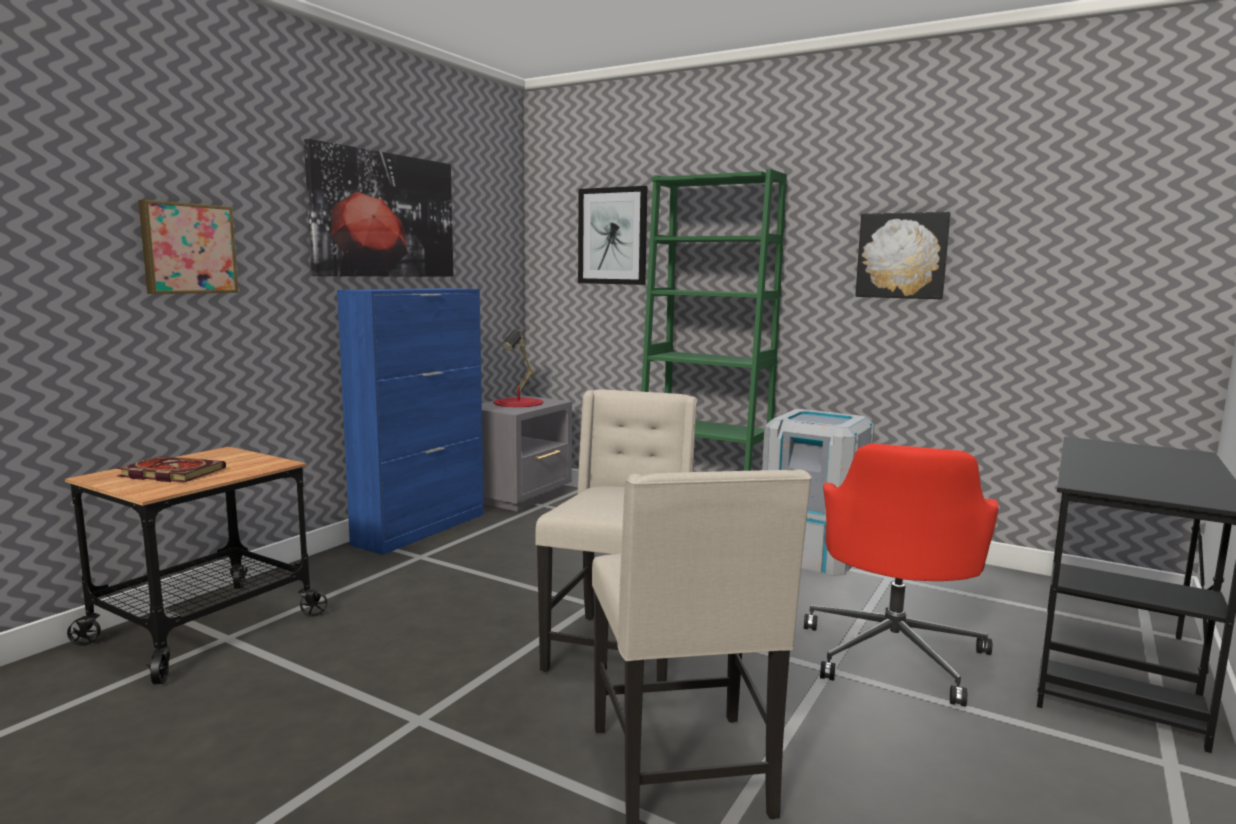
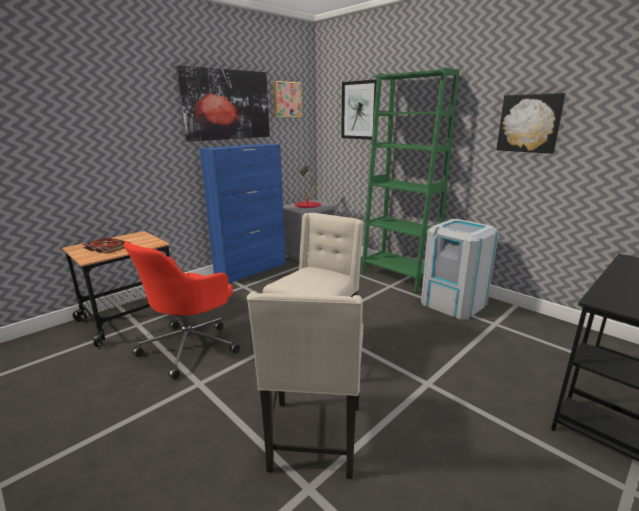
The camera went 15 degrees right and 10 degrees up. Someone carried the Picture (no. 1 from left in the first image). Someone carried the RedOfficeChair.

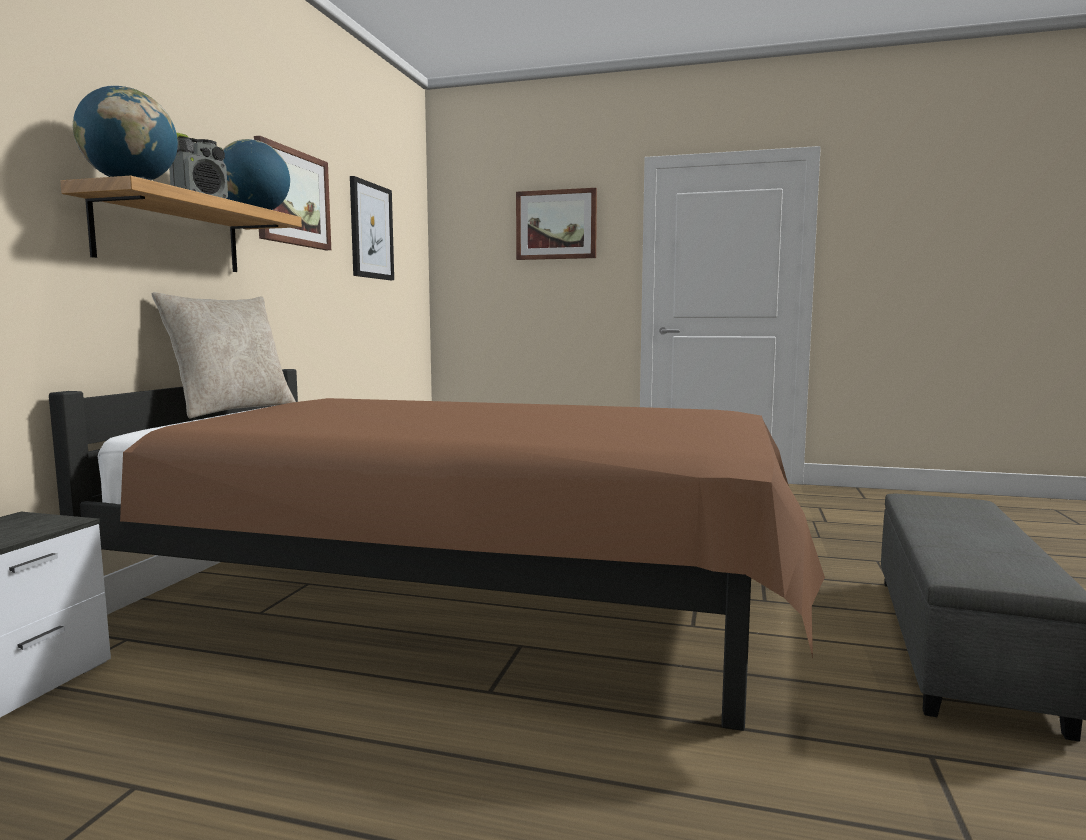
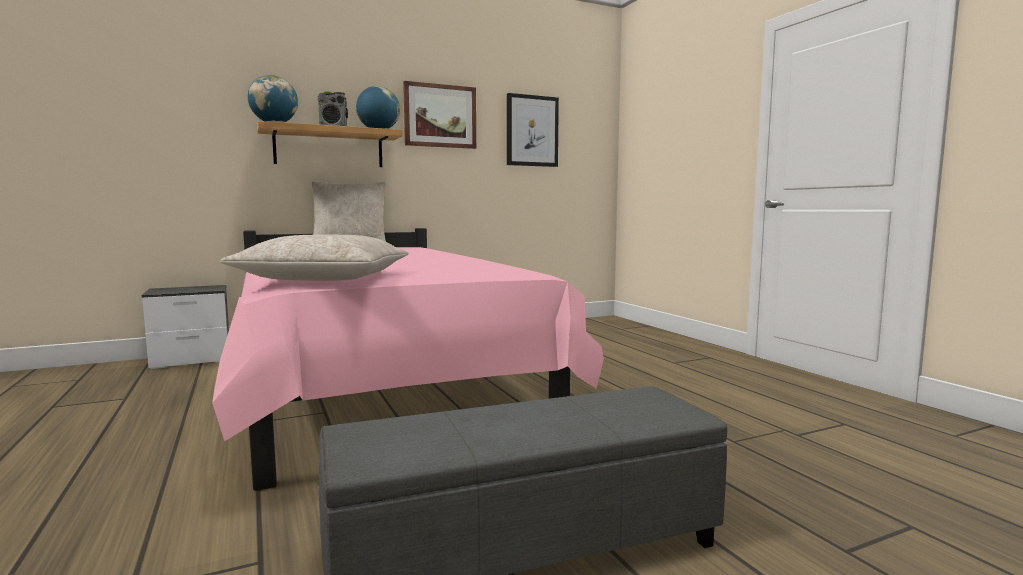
The camera went 50 degrees right and 0 degrees up. Someone took away the Picture (no. 3 from left). Someone repainted the BrownBed, which became the PinkBed. Someone put down the BeigePillow (no. 1 from left).

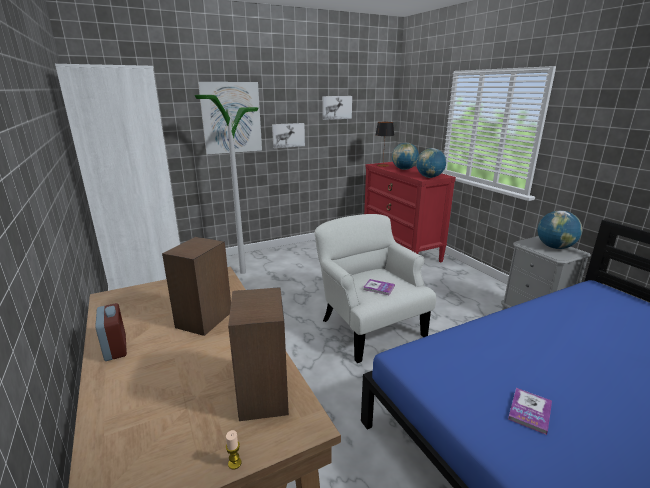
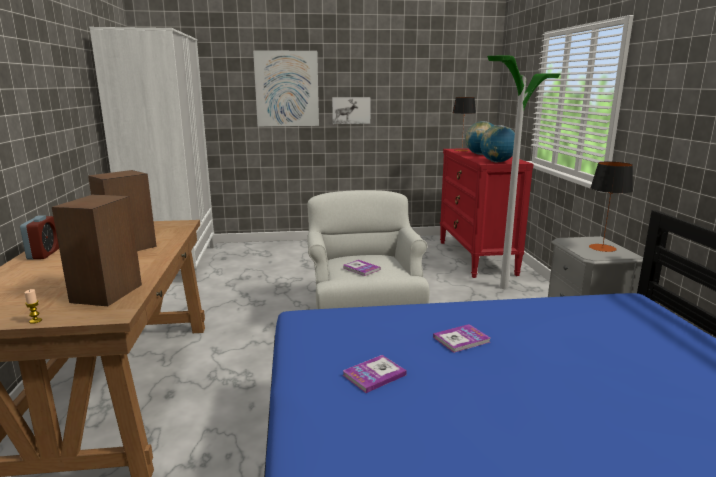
The camera went 20 degrees right and 5 degrees down. Someone carried the FloorLamp. Someone took away the Picture (no. 3 from left). Someone swapped the Globe (no. 3 from left) for the TableLamp (no. 2 from left). Someone put down the Book (no. 3 from left).

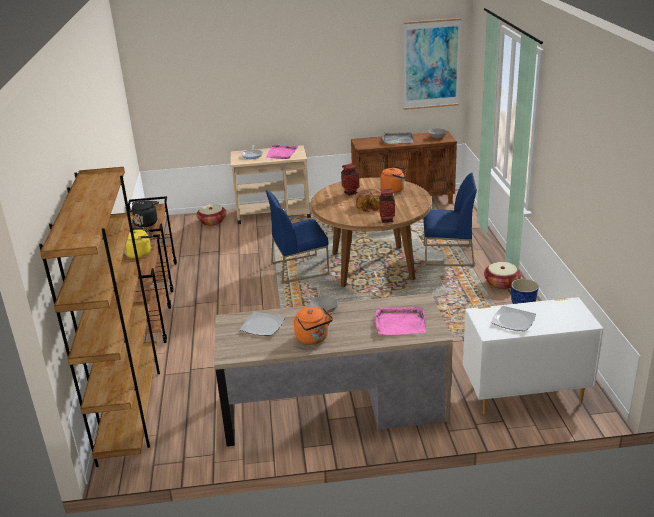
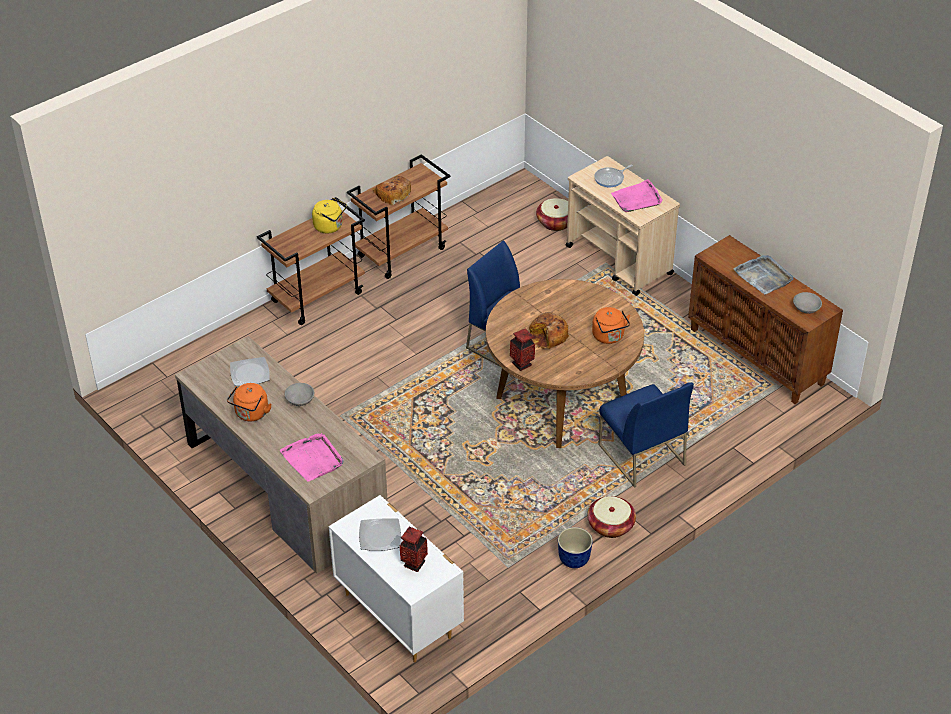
The camera went 55 degrees right and 15 degrees up. Someone took away the Picture. Someone carried the Vase (no. 1 from left). Someone took away the BrownBookcase. Someone swapped the BlackKettle for the Bread (no. 1 from left).

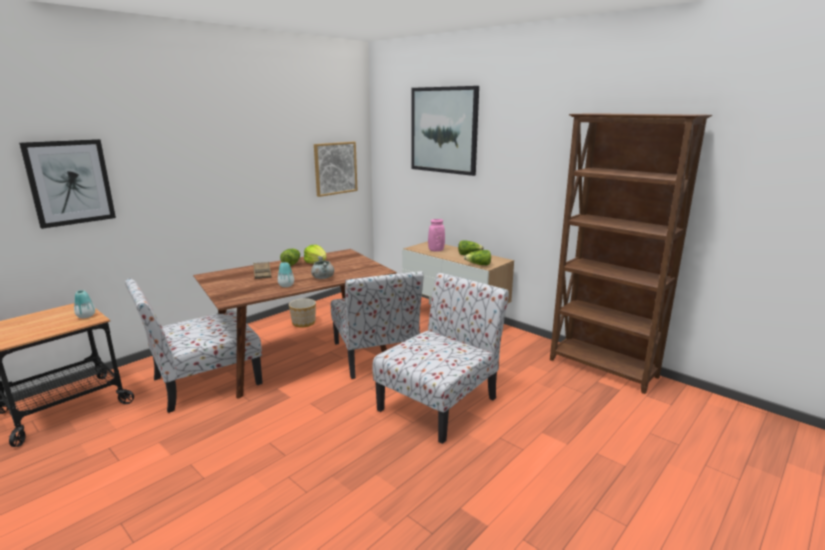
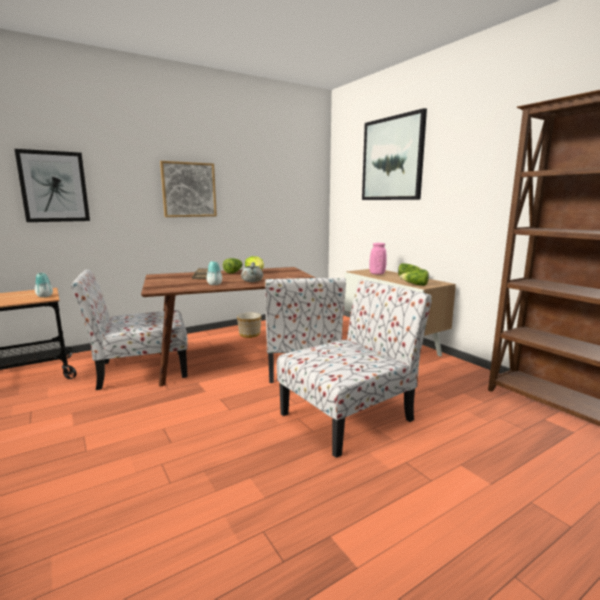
The camera went 15 degrees right and 5 degrees down. Someone carried the Picture (no. 2 from left).

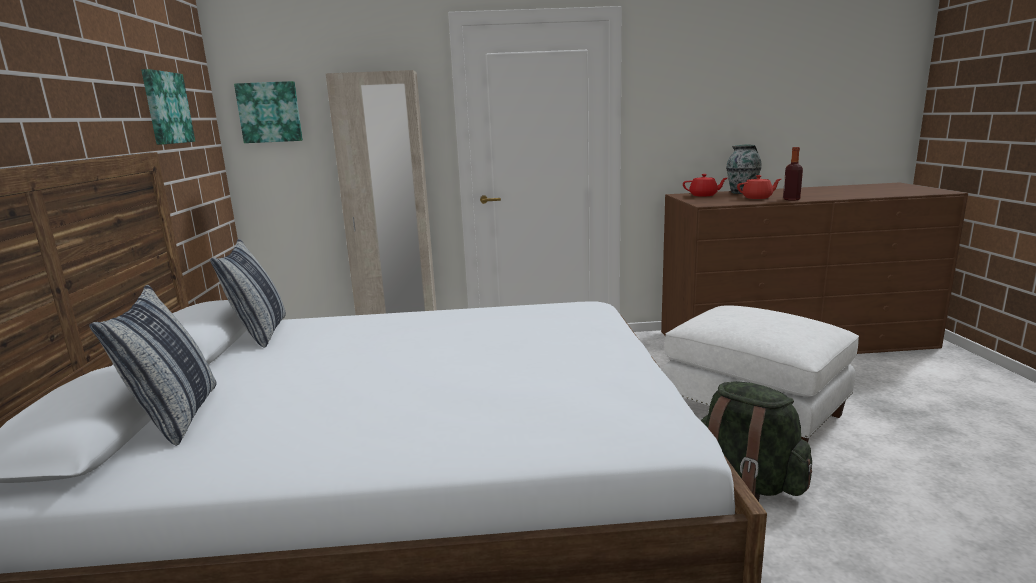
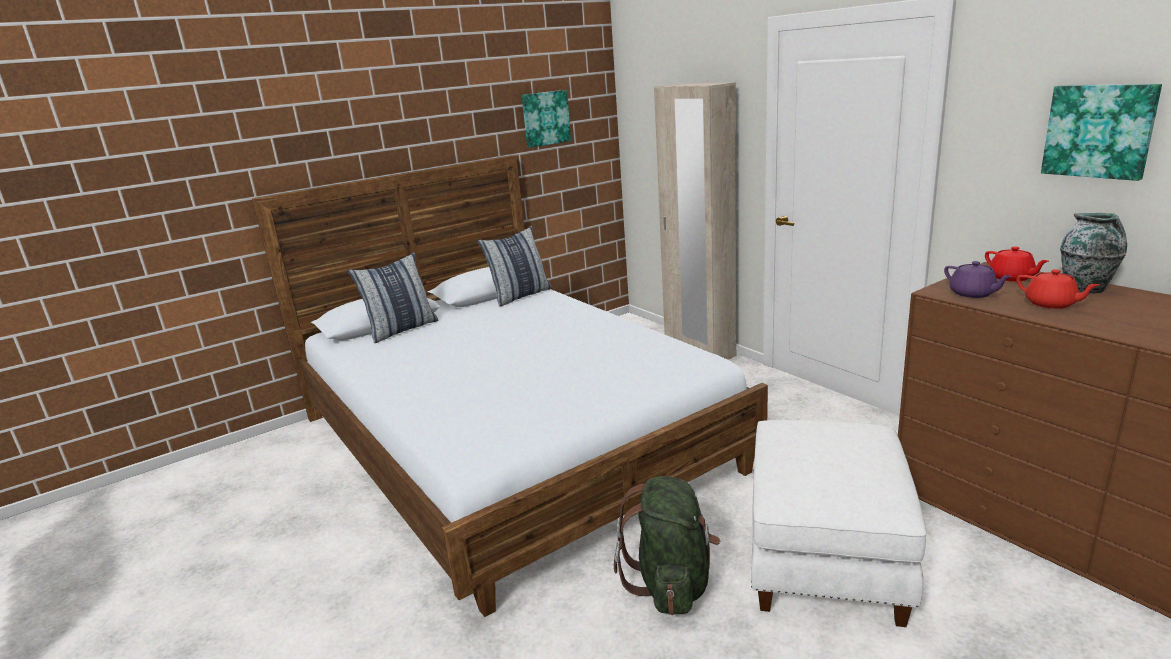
The camera went 60 degrees right and 5 degrees up. Someone carried the Picture (no. 2 from left). Someone took away the Bottle. Someone put down the PurpleTeapot.

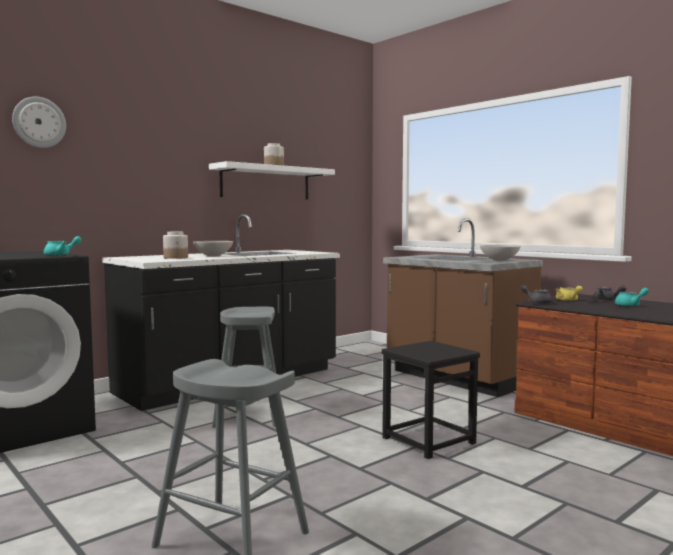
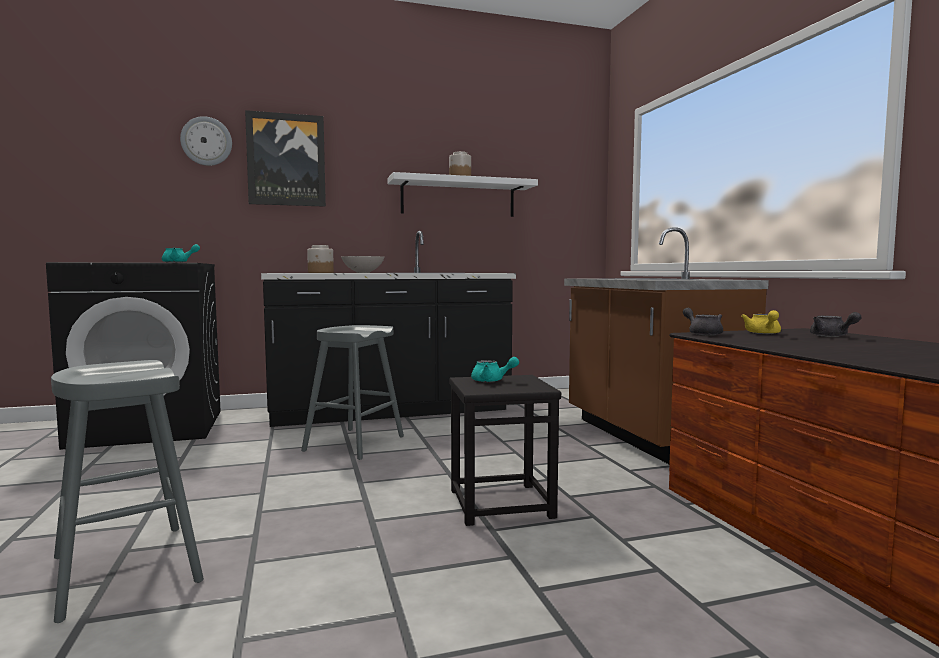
The camera went 25 degrees right and 0 degrees up. Someone took away the WhiteBowl (no. 2 from left). Someone carried the TurquoiseTeapot (no. 2 from left). Someone put up the Picture.

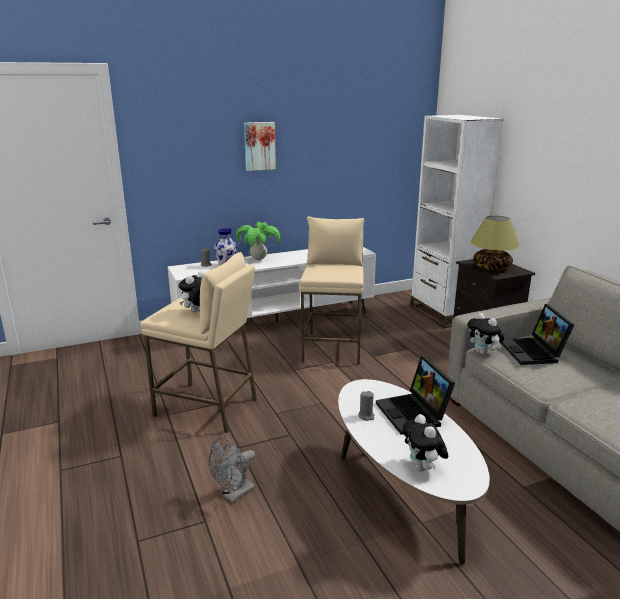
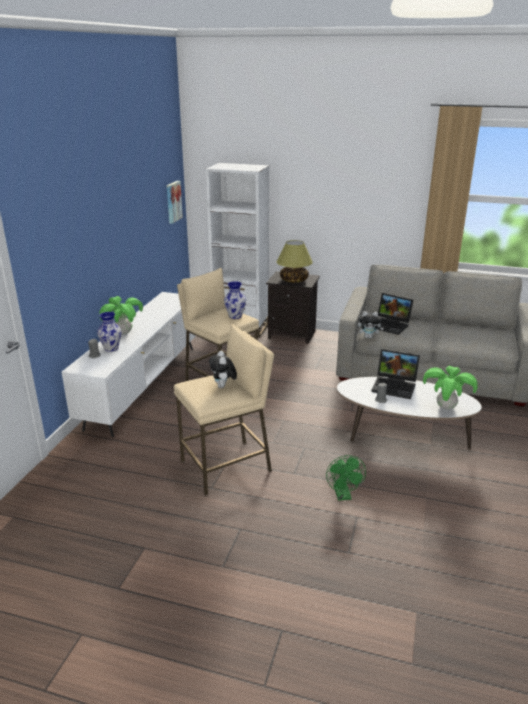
The camera went 50 degrees left and 5 degrees up. Someone carried the Picture. Someone swapped the PlushToy (no. 2 from left) for the PottedPlant (no. 2 from left). Someone repainted the GreyFan, which became the GreenFan. Someone put down the Vase (no. 2 from left).

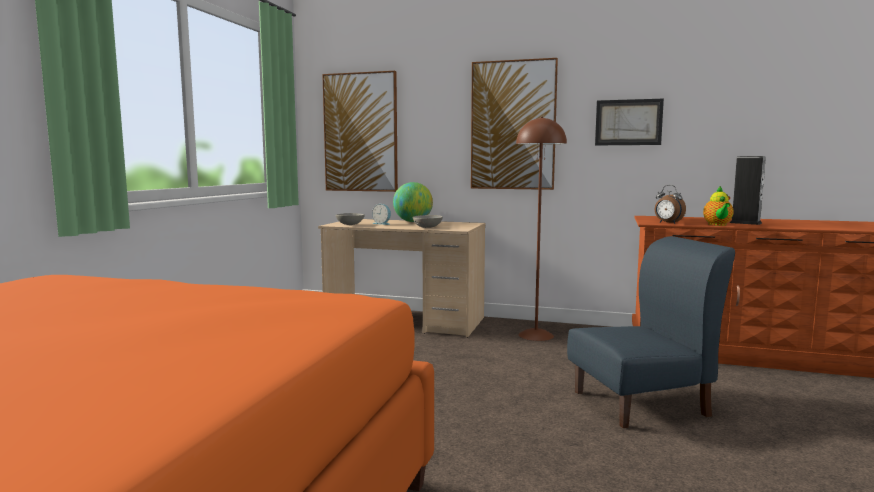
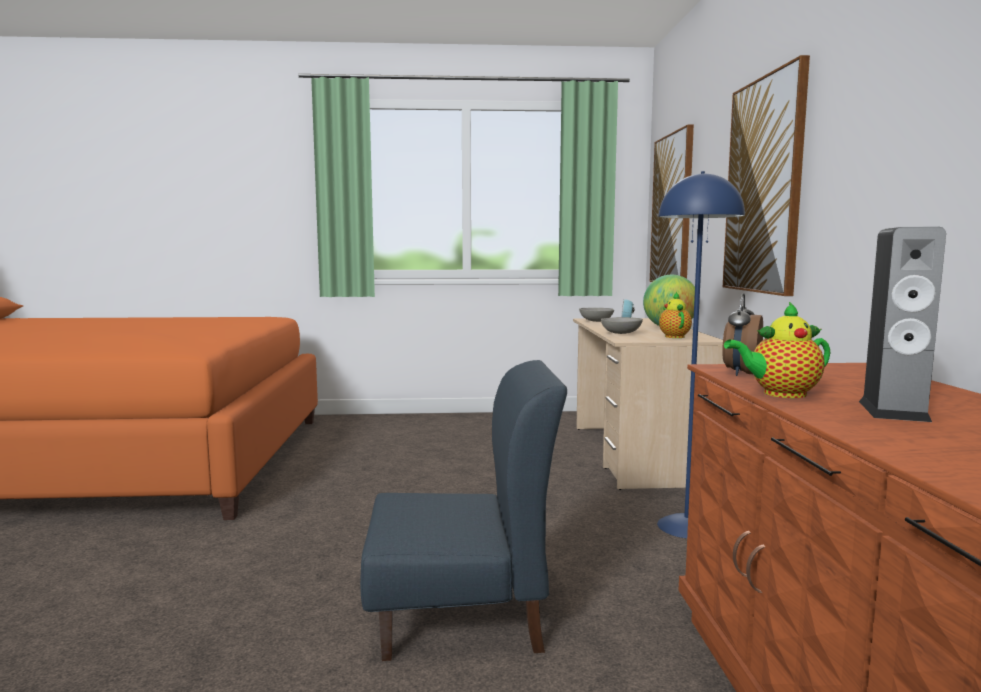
The camera went 70 degrees right and 0 degrees up. Someone took away the Picture (no. 3 from left). Someone repainted the BrownFloorLamp, which became the BlueFloorLamp. Someone rotated the BlueChair by 60 degrees counterclockwise. Someone put down the Teapot (no. 1 from left).

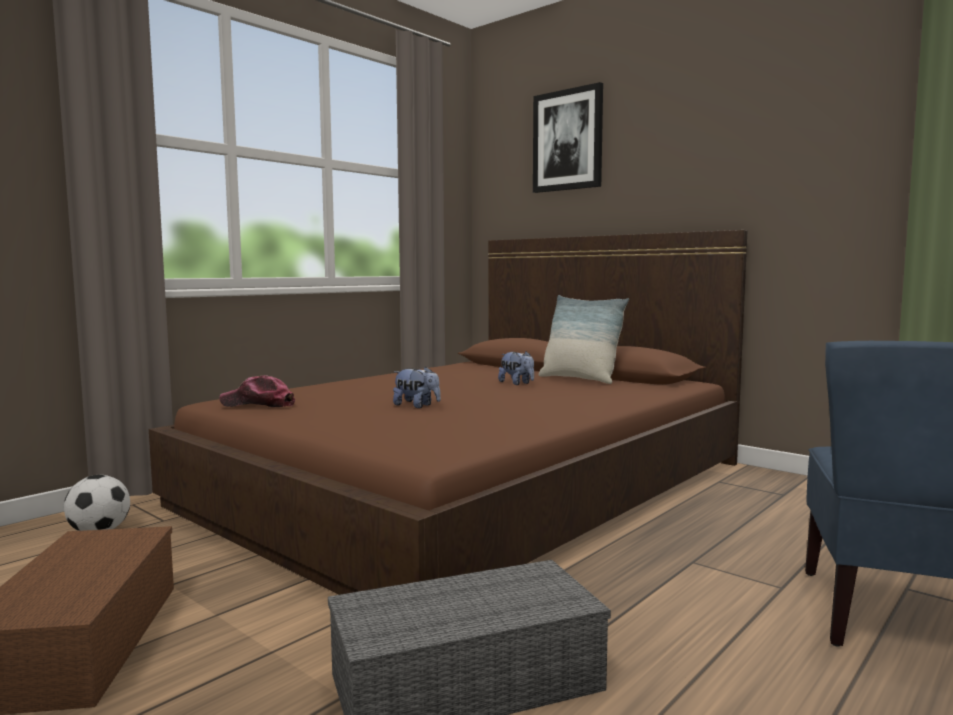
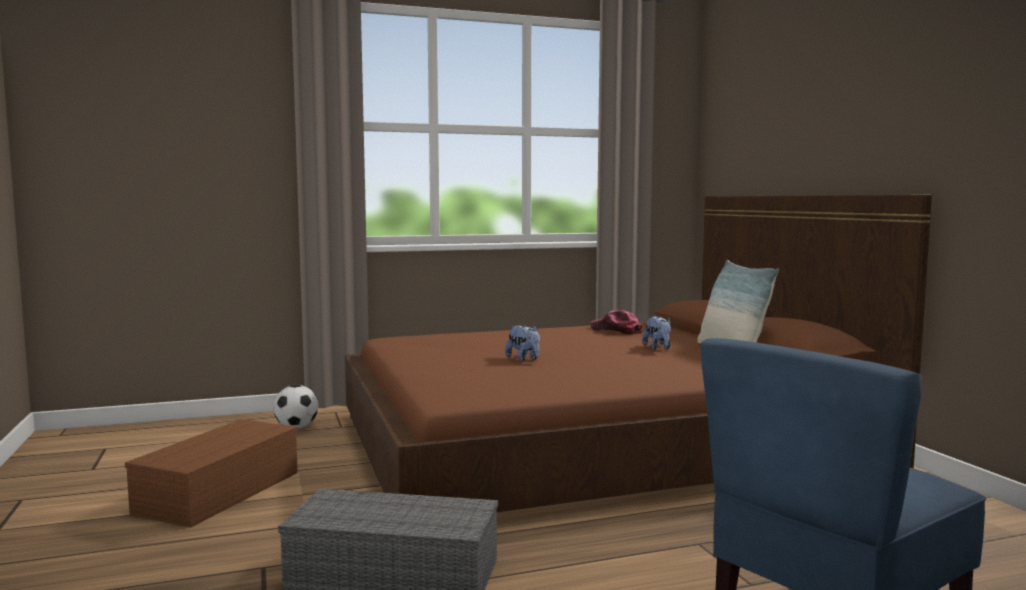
The camera went 30 degrees right and 0 degrees up. Someone took away the Picture. Someone carried the Cap.

